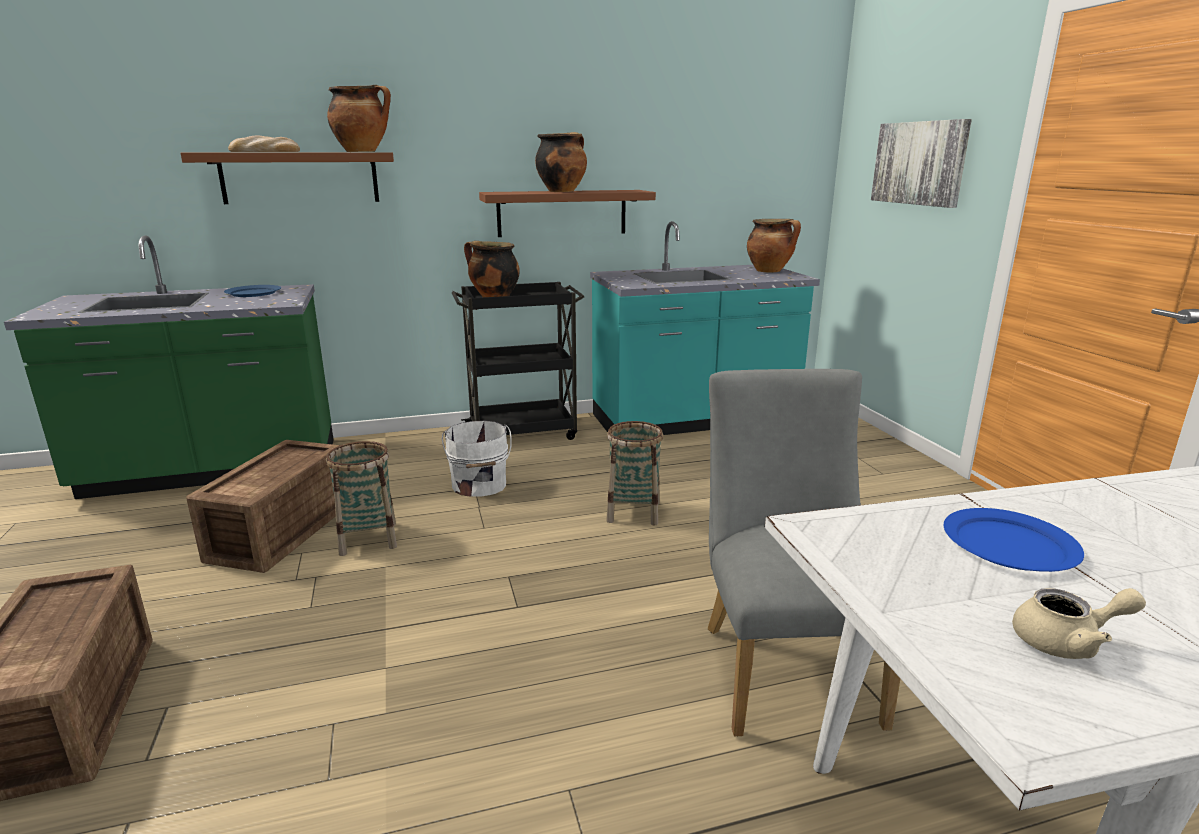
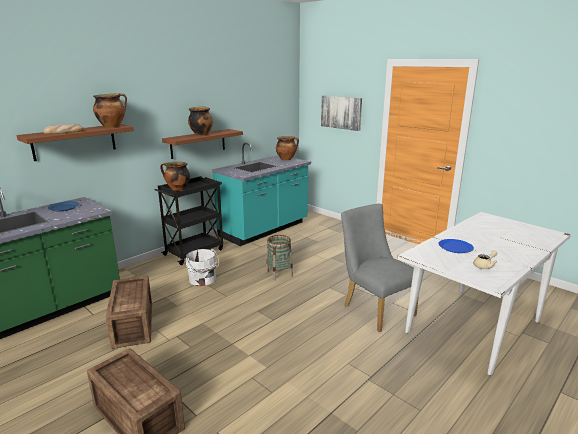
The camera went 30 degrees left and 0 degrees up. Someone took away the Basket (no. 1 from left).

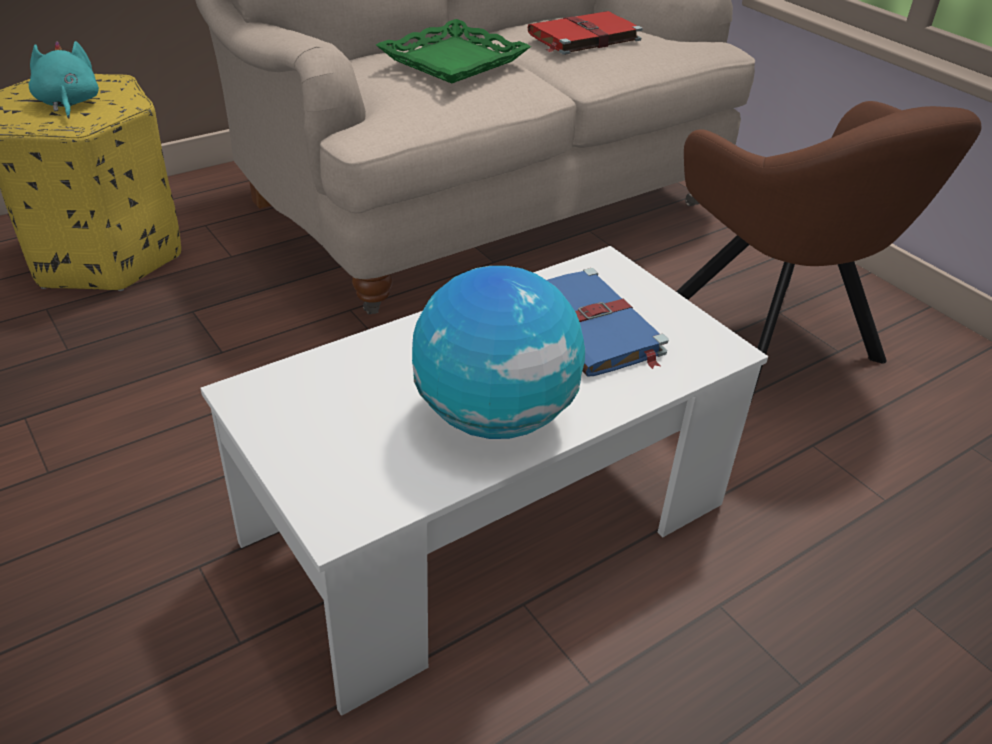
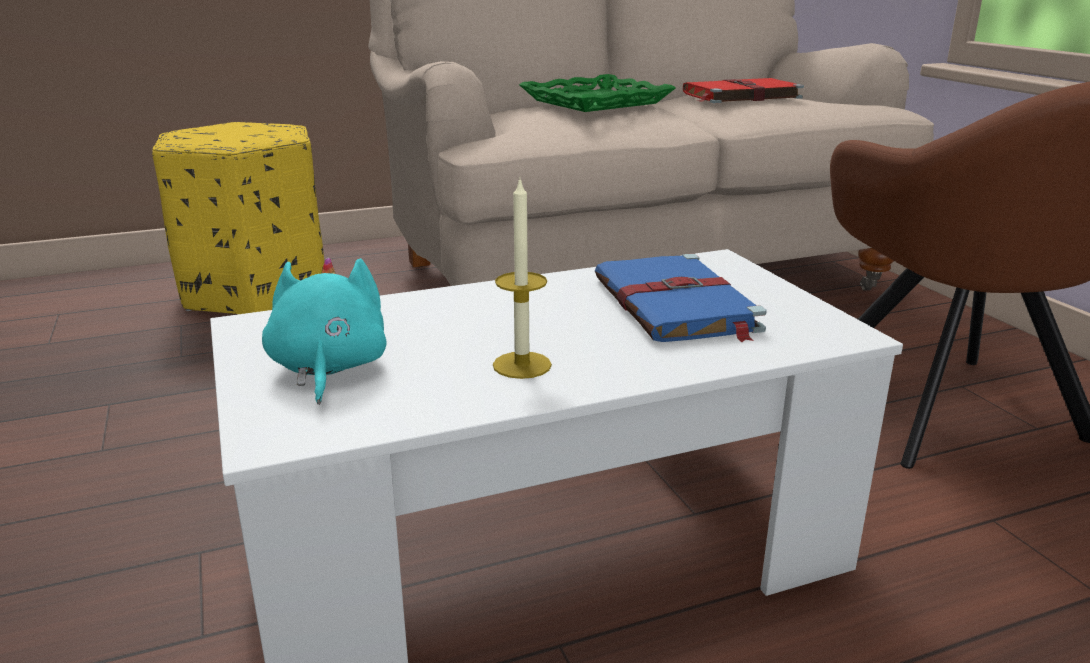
The camera went 15 degrees right and 15 degrees down. Someone carried the TurquoisePlushToy. Someone swapped the Globe for the Candle.

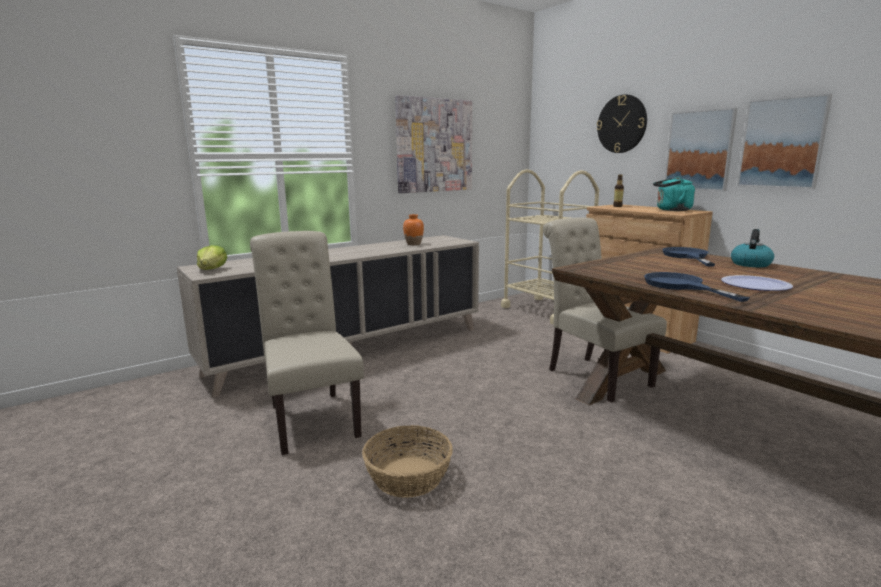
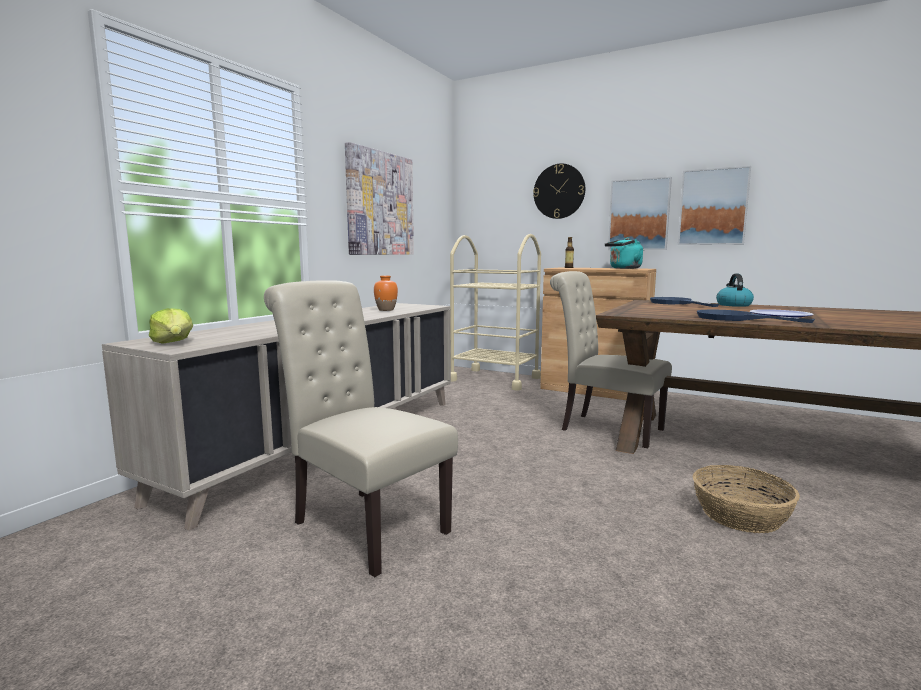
The camera went 25 degrees left and 5 degrees down. Someone carried the Basket.

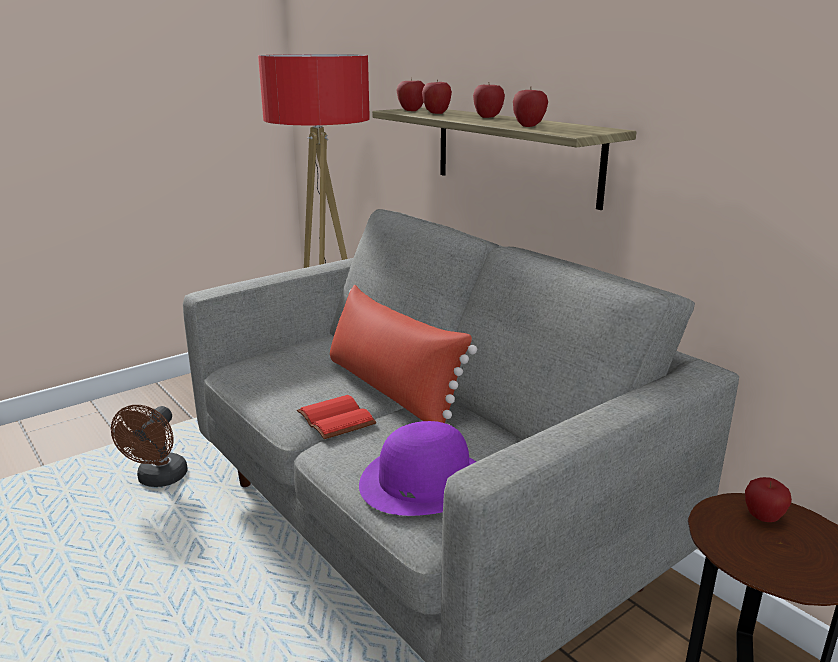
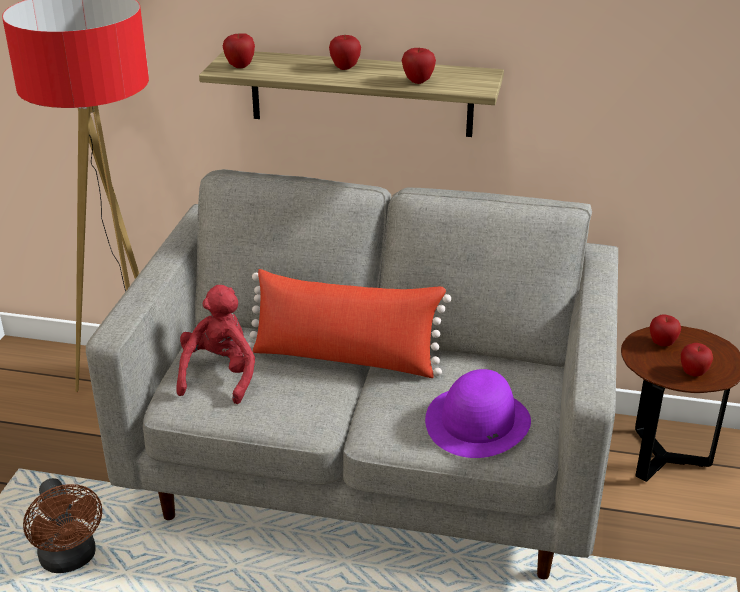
The camera went 40 degrees left and 10 degrees up. Someone carried the Apple (no. 2 from left in the first image). Someone took away the RedBook. Someone put down the RedPlushToy.

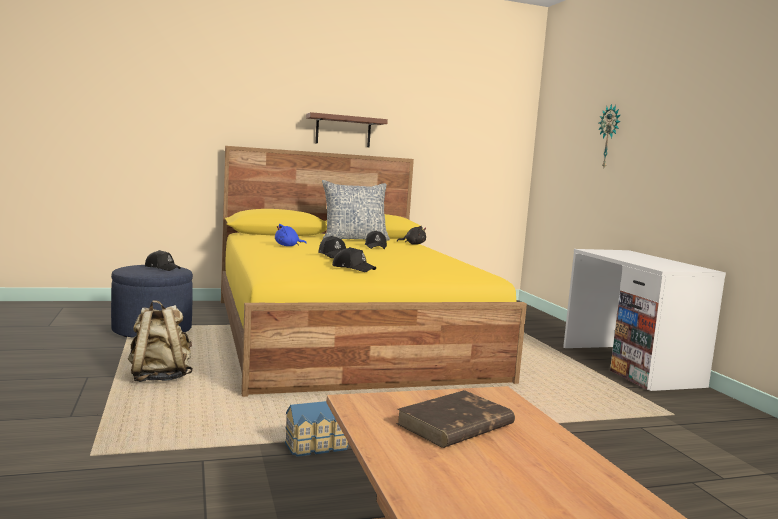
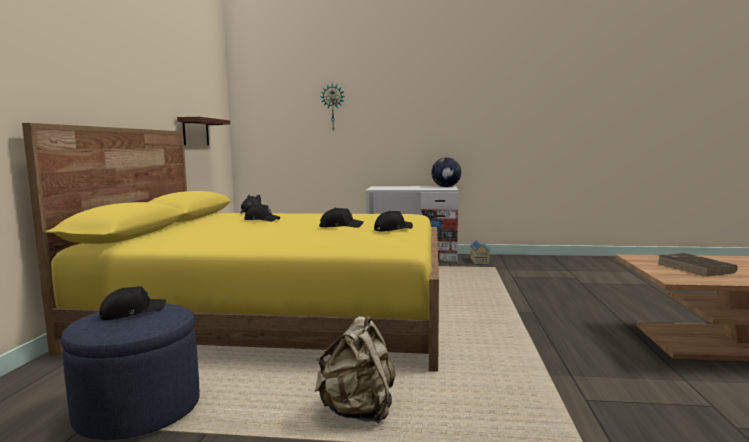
The camera went 65 degrees left and 0 degrees up. Someone carried the BrownShelf. Someone took away the Pillow. Someone took away the BluePlushToy. Someone carried the ToyHouse. Someone put down the Globe.

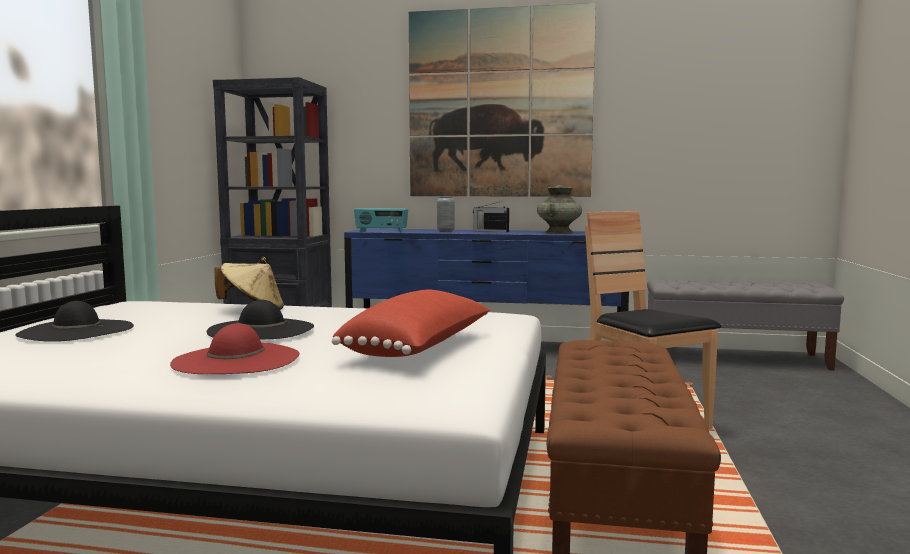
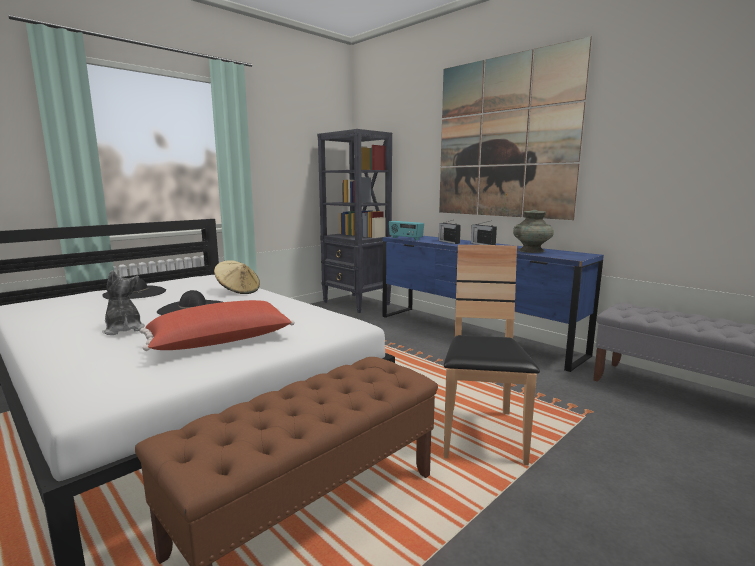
The camera went 35 degrees right and 5 degrees up. Someone swapped the GreyVase for the Radio (no. 2 from left). Someone swapped the RedHat for the PlushToy.

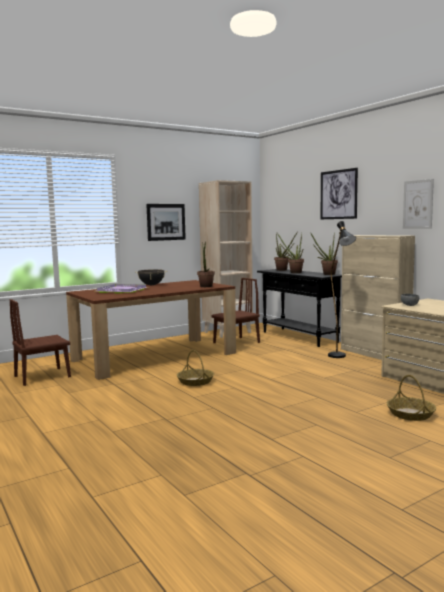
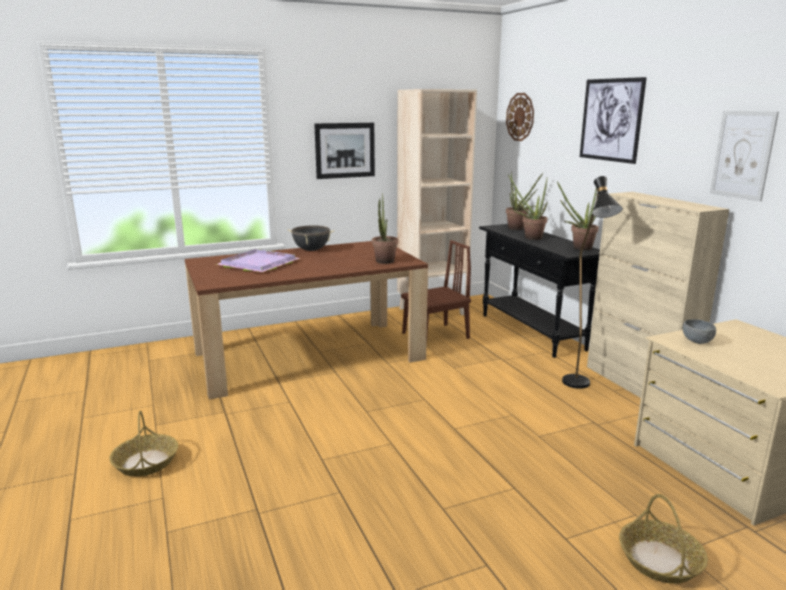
The camera went 10 degrees right and 10 degrees up. Someone took away the BrownChair (no. 1 from left). Someone carried the Basket (no. 1 from left). Someone put up the WallClock.

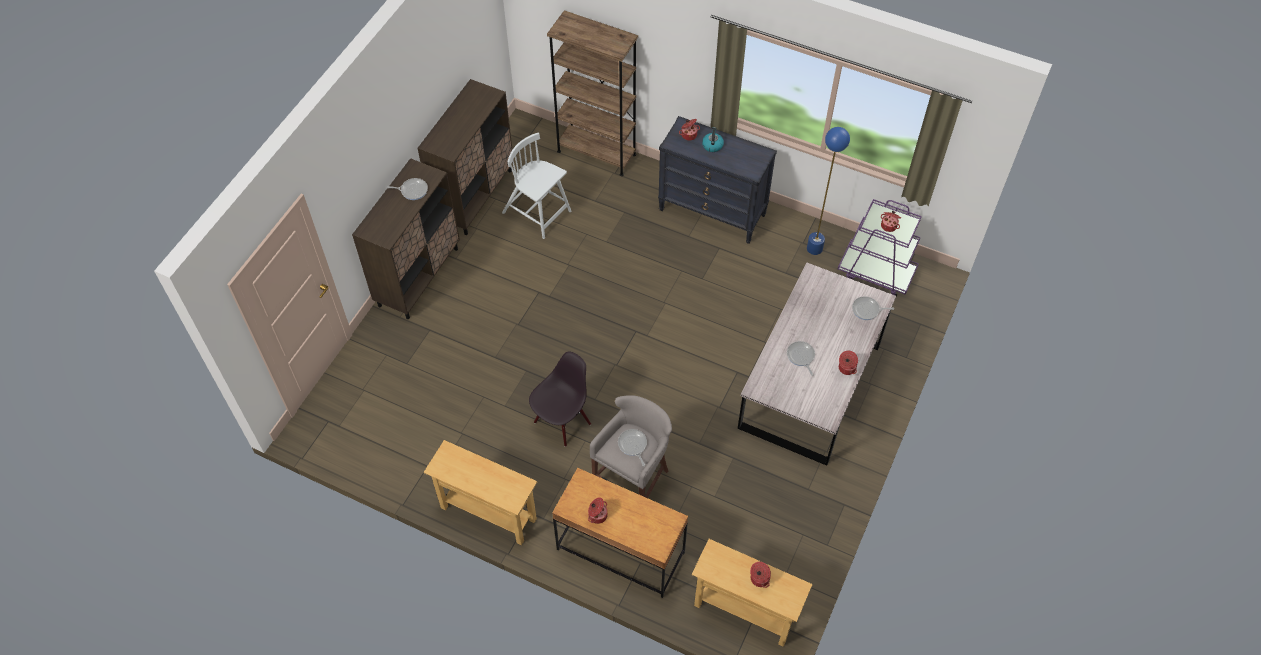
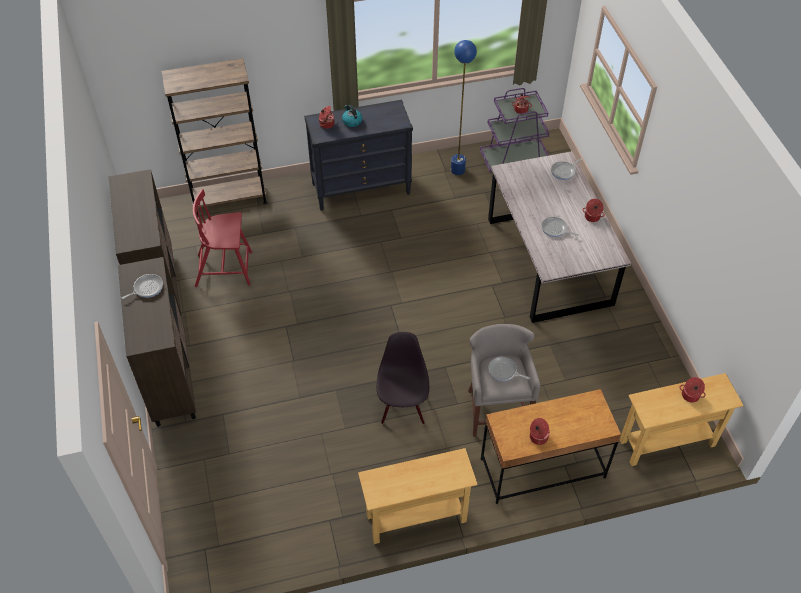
The camera went 40 degrees left and 5 degrees down. Someone repainted the WhiteChair, which became the RedChair.

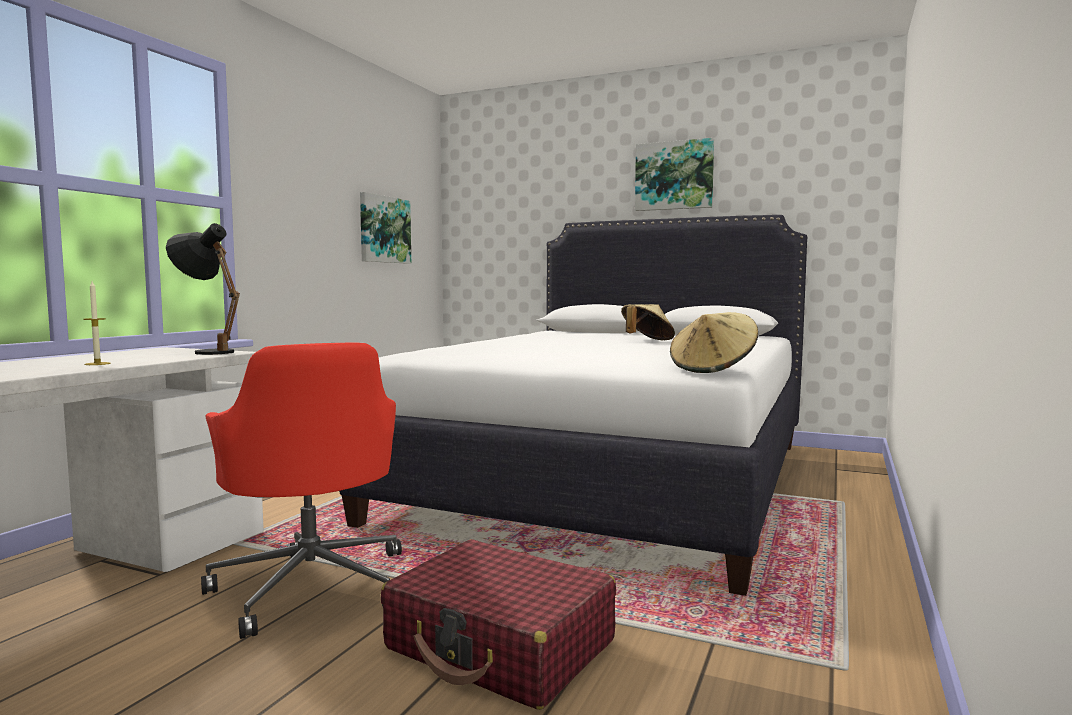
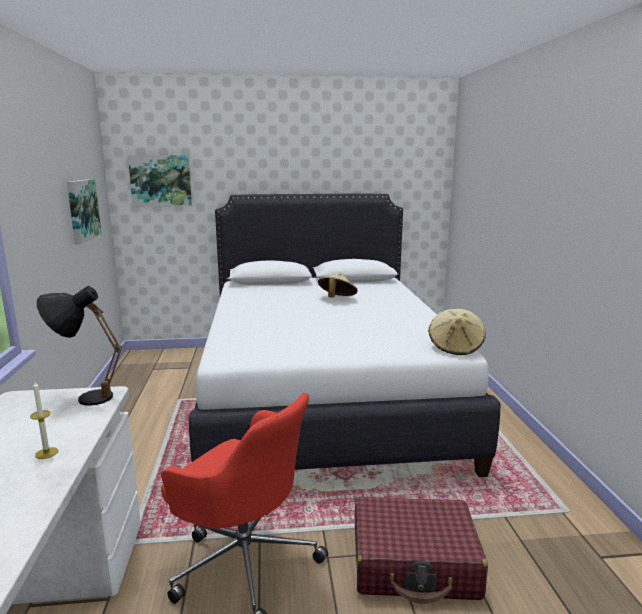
The camera went 30 degrees left and 10 degrees up. Someone carried the Picture (no. 2 from left).

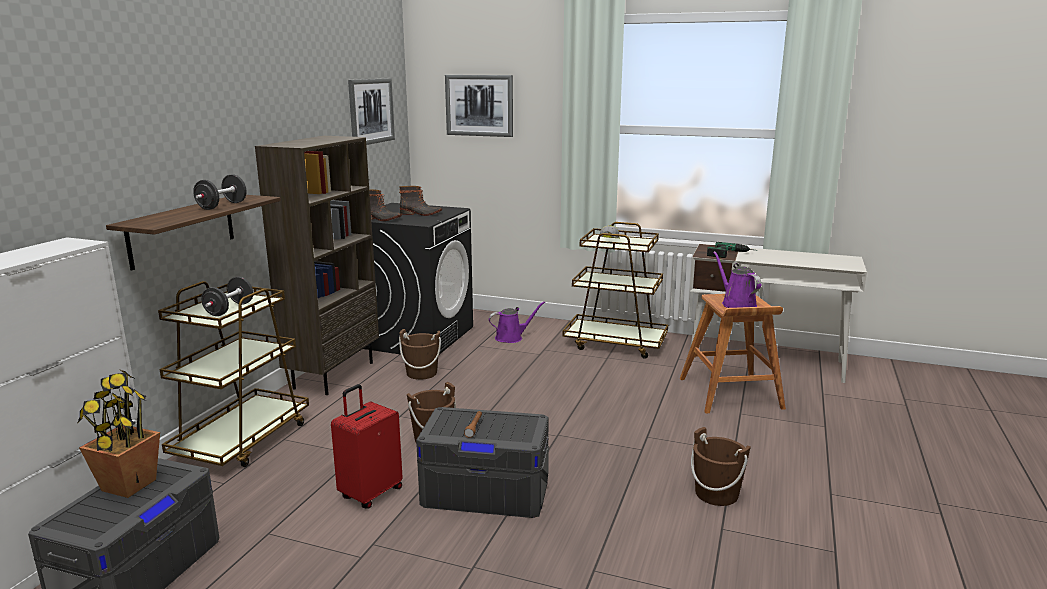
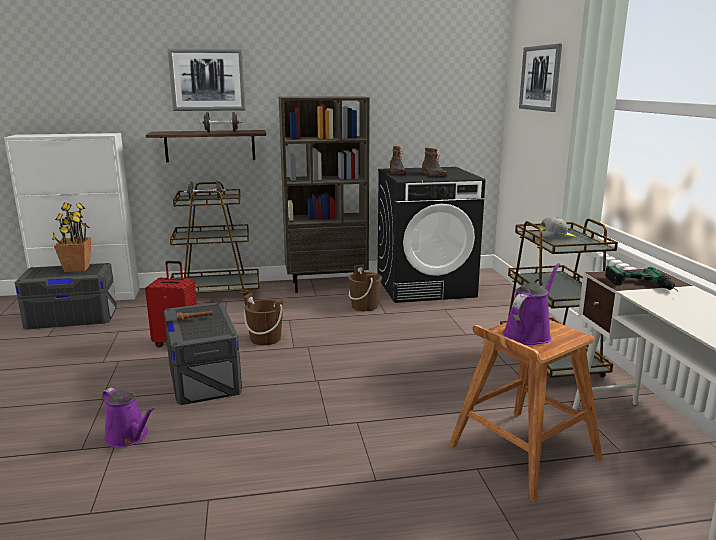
The camera went 60 degrees right and 0 degrees up. Someone carried the Picture (no. 1 from left). Someone carried the PurpleWateringCan (no. 1 from left). Someone took away the BrownBucket (no. 3 from left).

